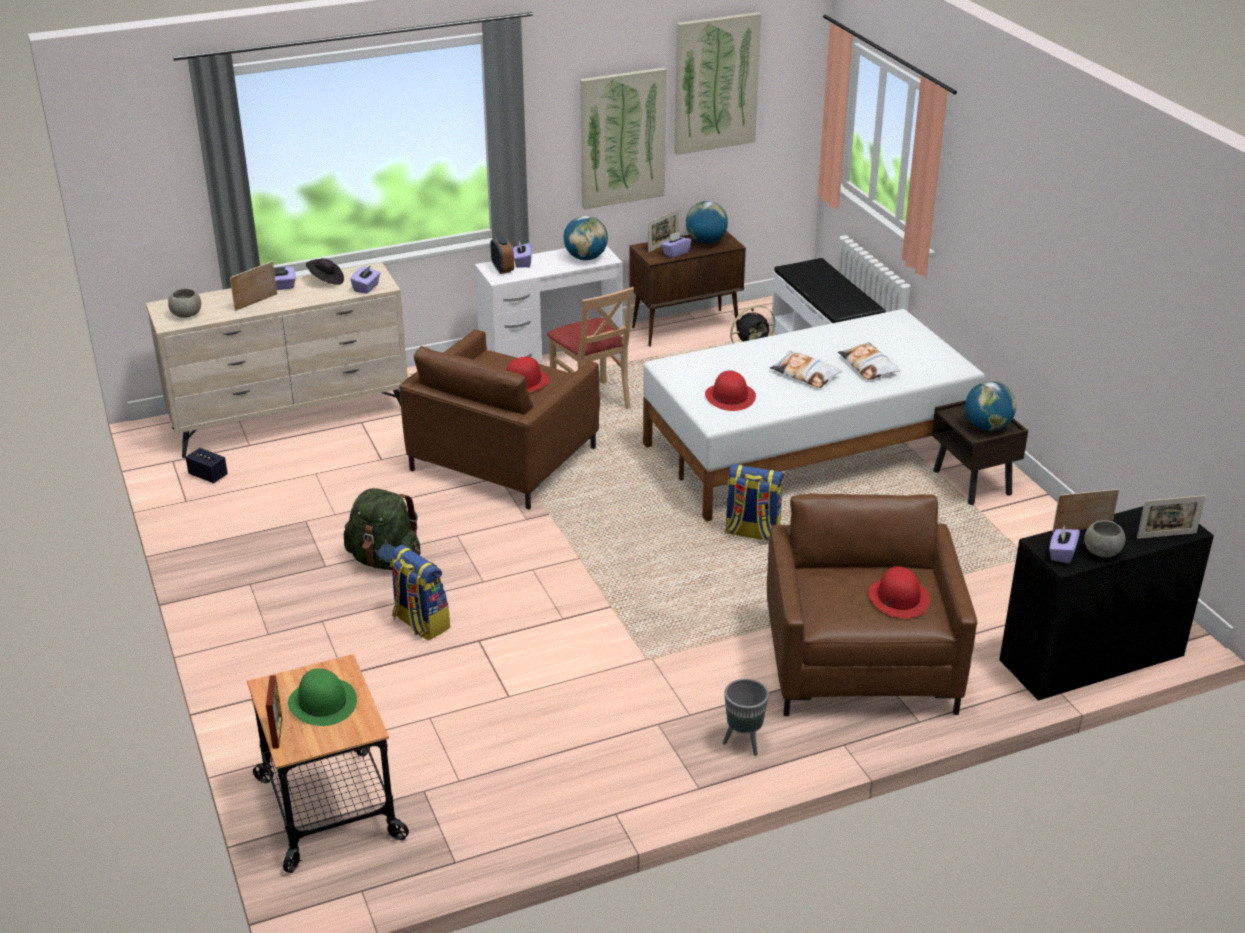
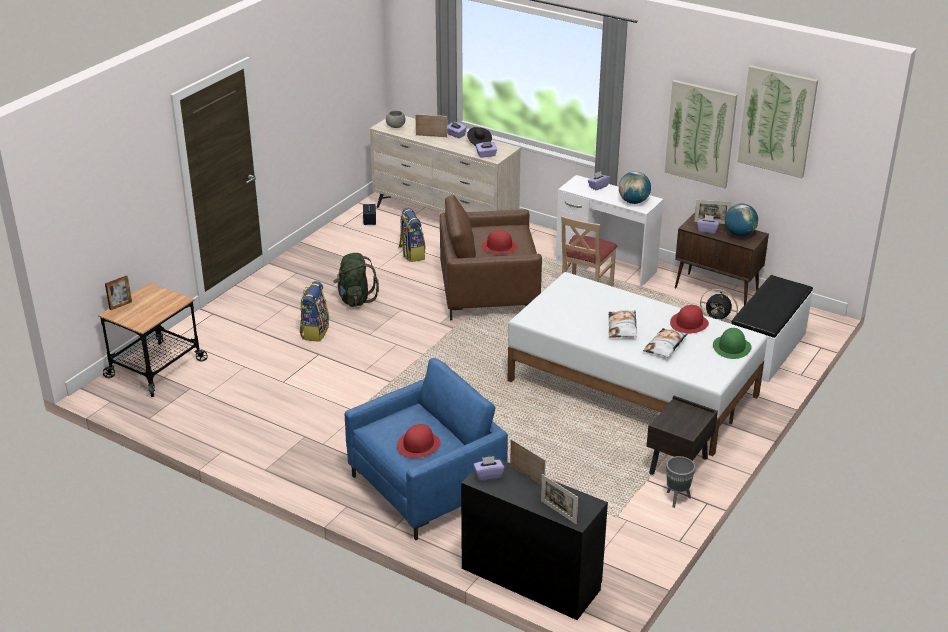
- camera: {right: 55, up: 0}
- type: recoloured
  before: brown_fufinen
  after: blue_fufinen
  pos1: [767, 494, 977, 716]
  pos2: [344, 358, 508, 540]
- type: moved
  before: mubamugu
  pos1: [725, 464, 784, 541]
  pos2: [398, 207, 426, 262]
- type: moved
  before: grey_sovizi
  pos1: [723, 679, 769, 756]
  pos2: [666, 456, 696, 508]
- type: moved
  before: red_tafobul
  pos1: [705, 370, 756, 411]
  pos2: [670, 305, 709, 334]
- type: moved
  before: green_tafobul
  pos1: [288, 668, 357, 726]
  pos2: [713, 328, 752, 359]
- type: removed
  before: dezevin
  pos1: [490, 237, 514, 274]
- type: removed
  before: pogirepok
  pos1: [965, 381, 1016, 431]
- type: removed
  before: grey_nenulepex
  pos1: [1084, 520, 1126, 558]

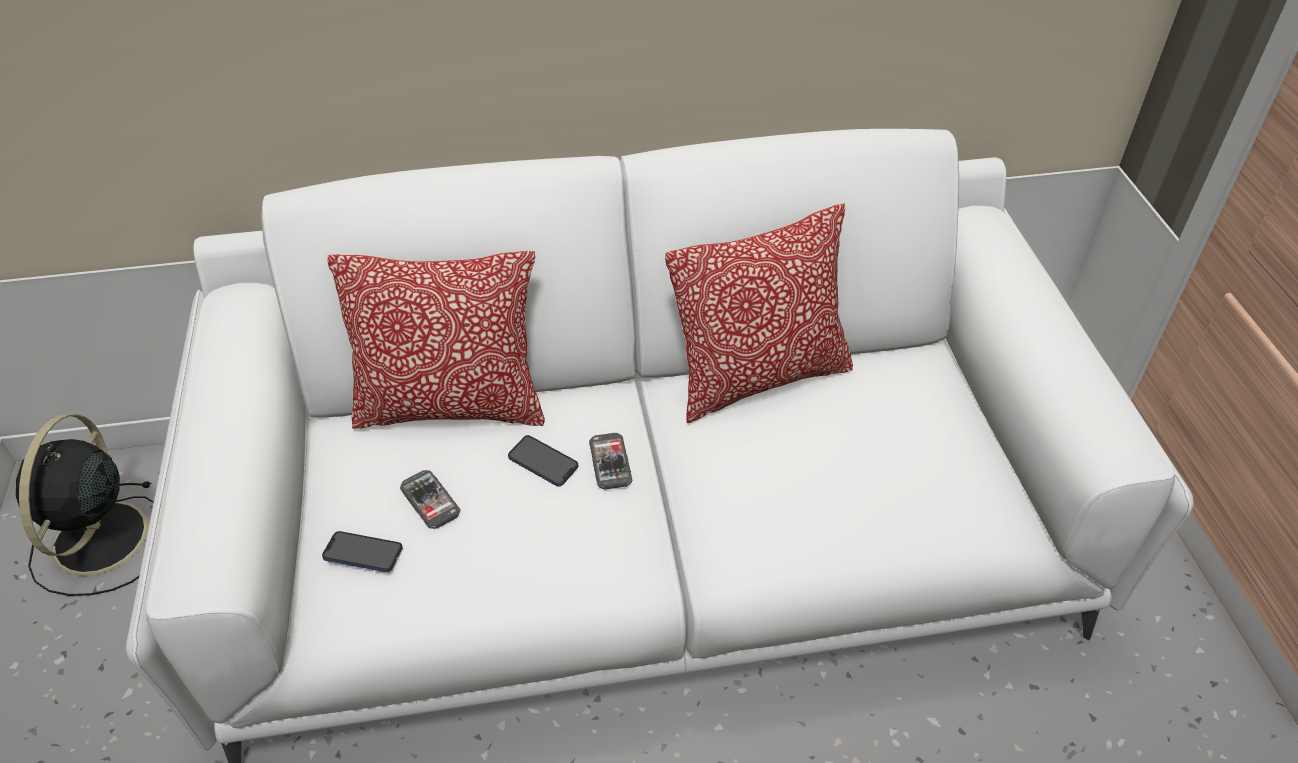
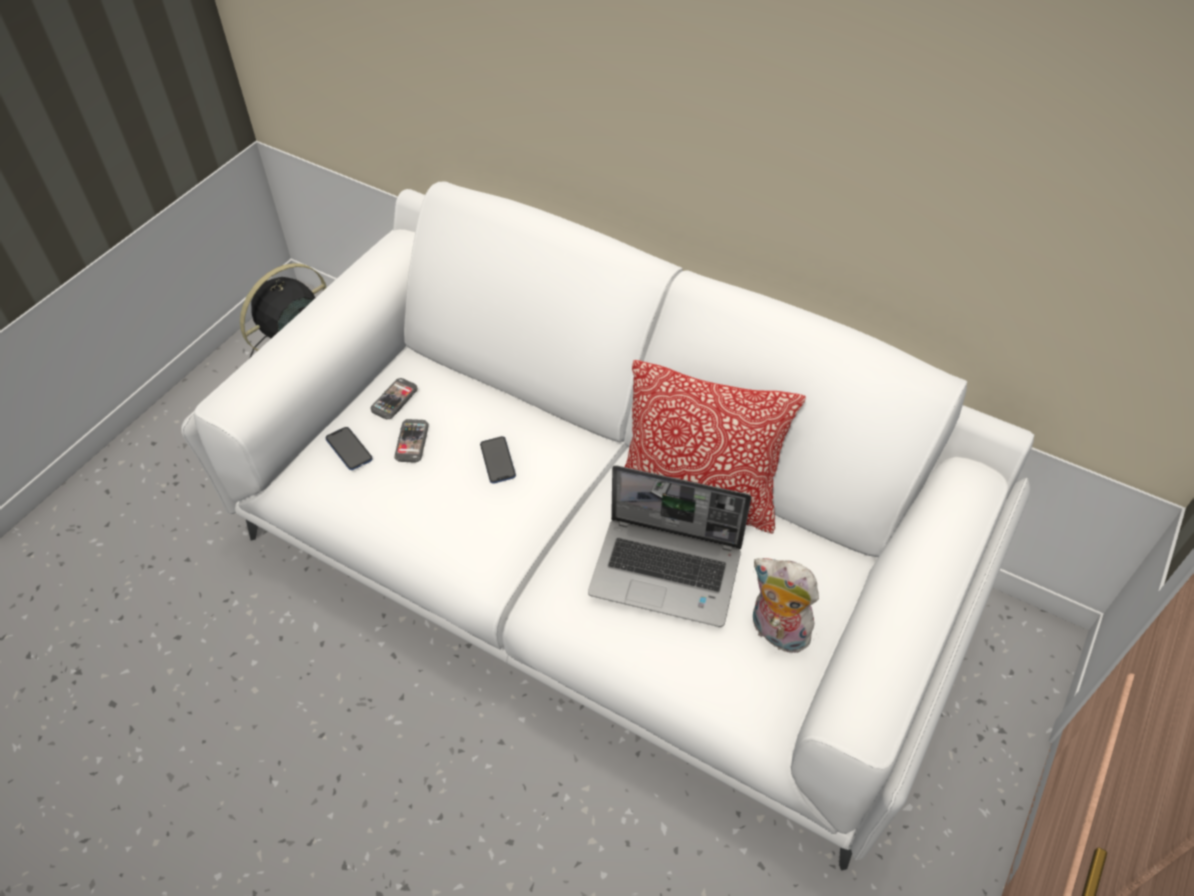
- camera: {right: 40, up: 5}
- type: moved
  before: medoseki
  pos1: [589, 433, 632, 490]
  pos2: [371, 378, 418, 419]
- type: added
  after: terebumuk
  pos2: [588, 465, 751, 627]
- type: added
  after: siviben
  pos2: [753, 558, 819, 653]
- type: removed
  before: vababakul
  pos1: [328, 251, 545, 429]

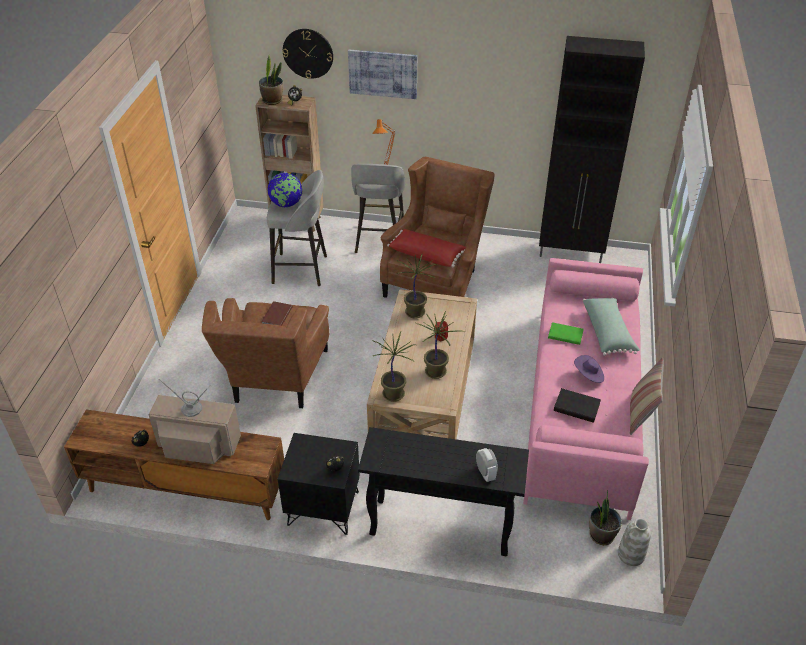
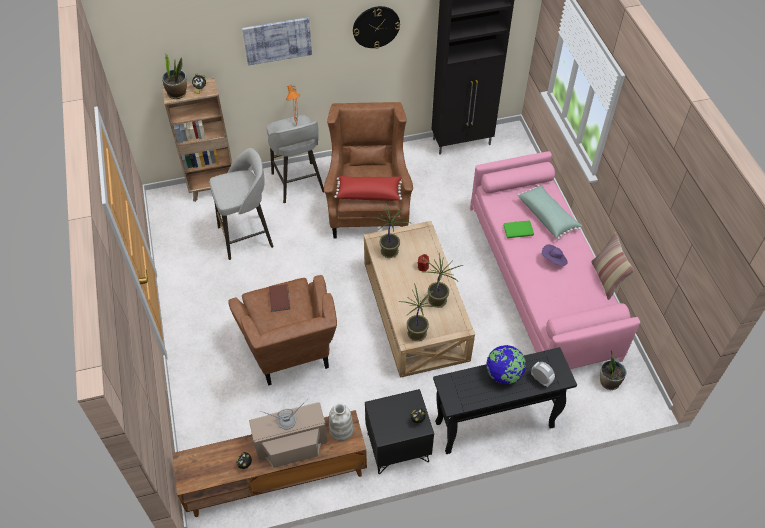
- camera: {right: -25, up: 10}
- type: moved
  before: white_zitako
  pos1: [618, 518, 651, 566]
  pos2: [329, 403, 353, 441]
- type: moved
  before: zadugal
  pos1: [282, 29, 333, 79]
  pos2: [353, 6, 400, 49]
- type: moved
  before: pogirepok
  pos1: [268, 173, 302, 207]
  pos2: [487, 345, 526, 384]
- type: removed
  before: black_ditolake
  pos1: [554, 388, 601, 423]

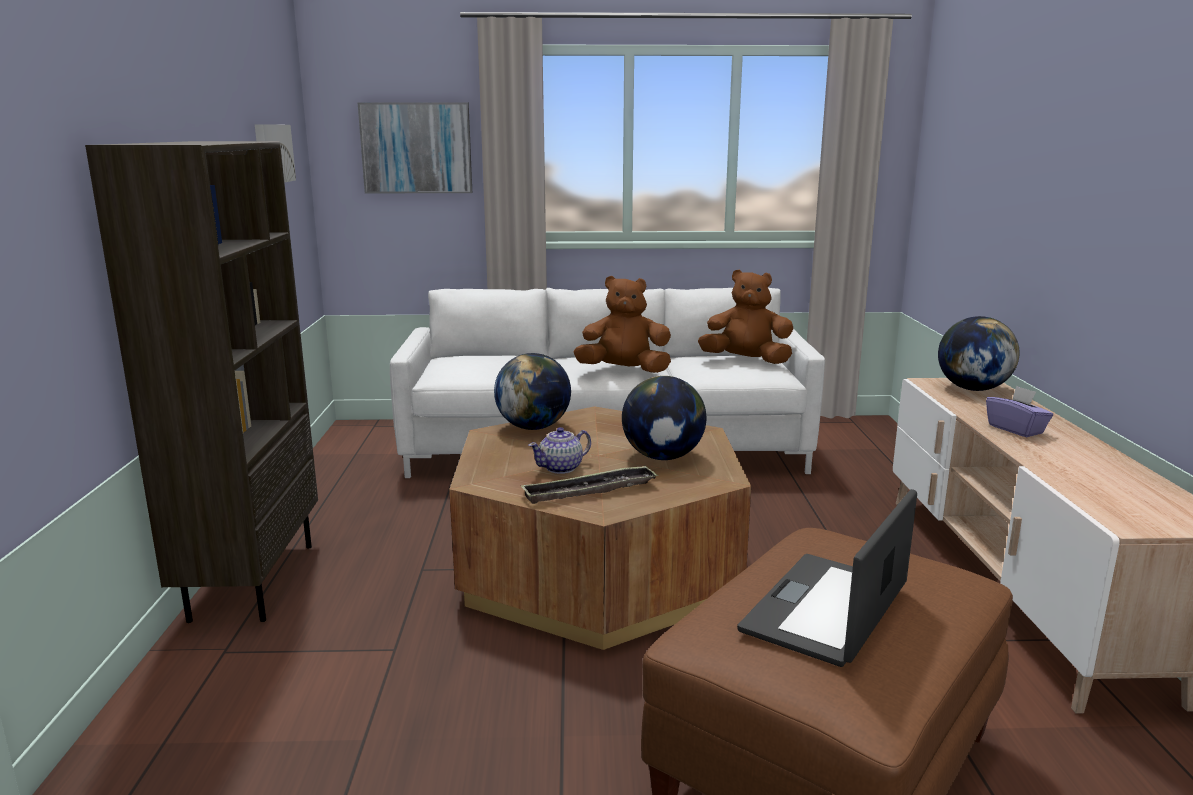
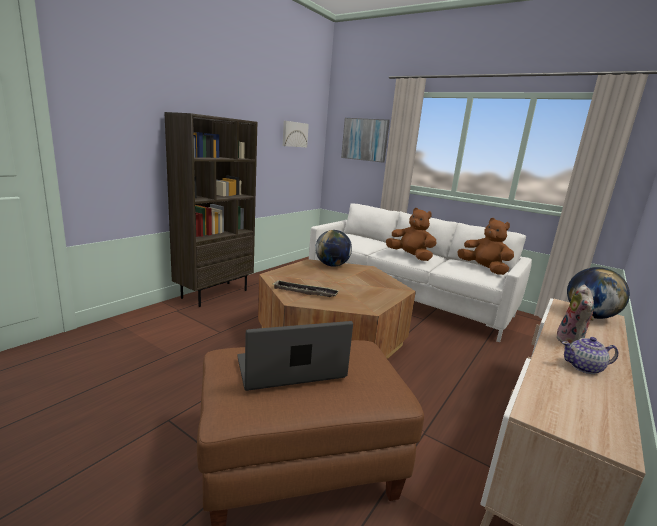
- camera: {right: 35, up: 0}
- type: replaced
  before: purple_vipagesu
  after: siviben
  pos1: [986, 386, 1053, 437]
  pos2: [556, 285, 594, 345]
- type: moved
  before: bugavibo
  pos1: [528, 427, 591, 474]
  pos2: [562, 337, 618, 374]
- type: removed
  before: pogirepok
  pos1: [622, 376, 706, 460]

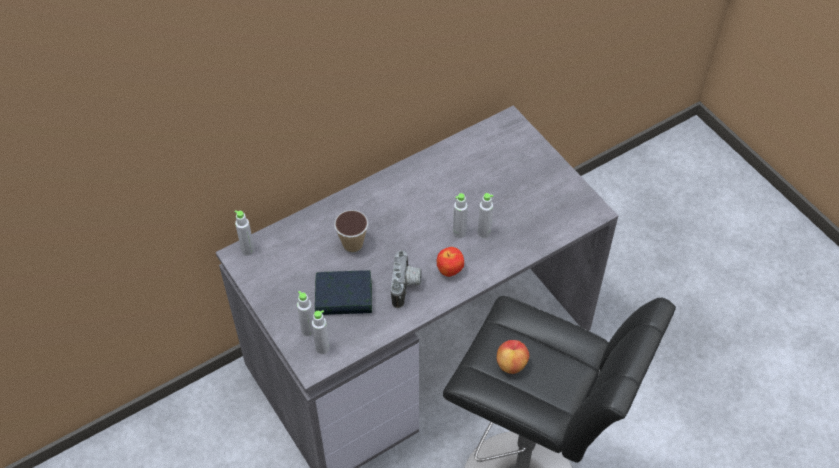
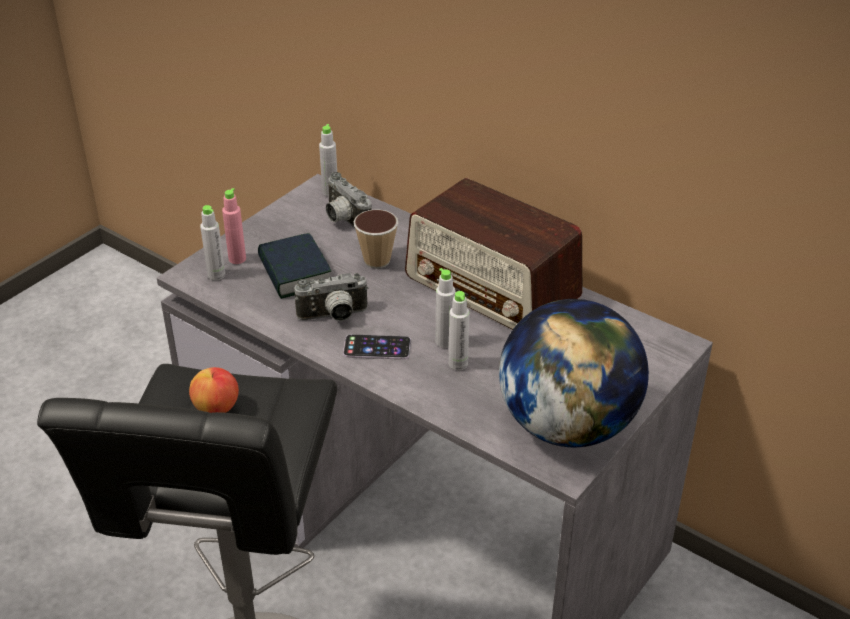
- camera: {right: 70, up: -15}
- type: recoloured
  before: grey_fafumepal
  after: pink_fafumepal
  pos1: [297, 291, 313, 336]
  pos2: [222, 188, 246, 264]
- type: added
  after: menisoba
  pos2: [326, 172, 372, 228]
- type: replaced
  before: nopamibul
  after: medoseki
  pos1: [437, 247, 464, 277]
  pos2: [343, 334, 411, 359]
- type: added
  after: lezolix
  pos2: [405, 178, 582, 330]
- type: added
  after: pogirepok
  pos2: [499, 299, 649, 447]

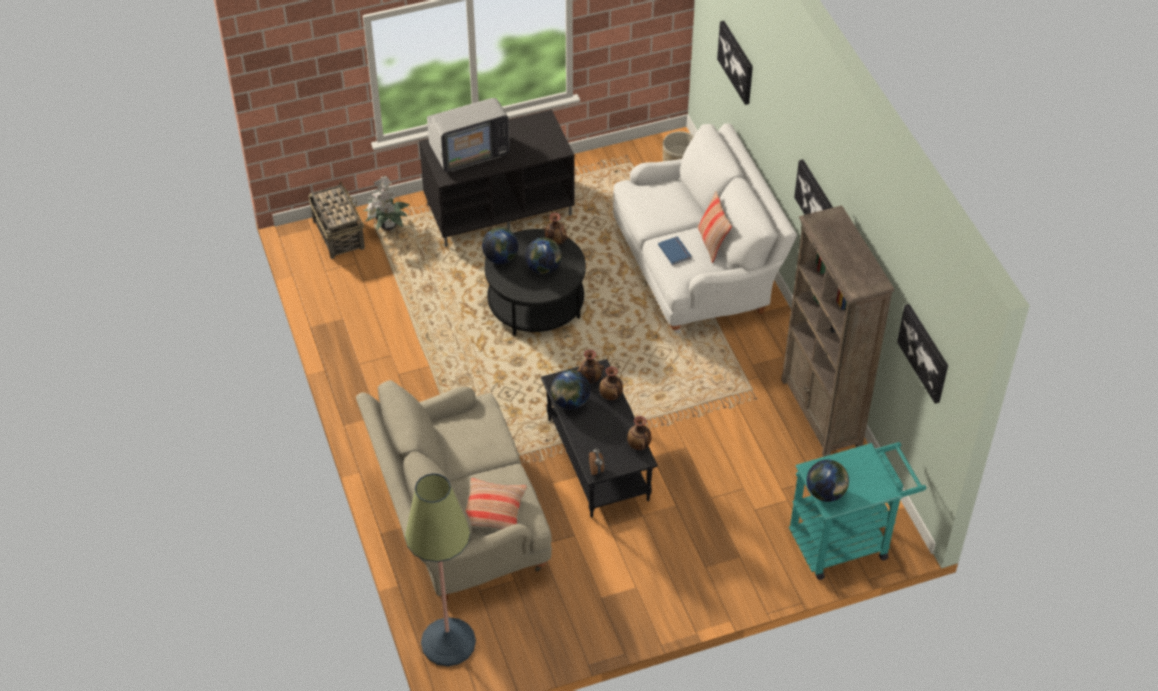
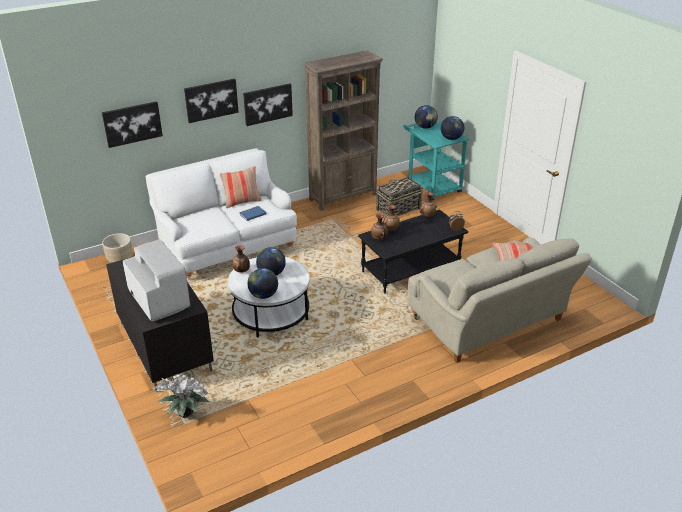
- camera: {right: -100, up: -15}
- type: moved
  before: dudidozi
  pos1: [897, 304, 948, 404]
  pos2: [184, 79, 239, 123]
- type: recoloured
  before: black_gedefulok
  after: white_gedefulok
  pos1: [484, 229, 586, 335]
  pos2: [228, 257, 310, 337]
- type: moved
  before: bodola
  pos1: [308, 181, 365, 259]
  pos2: [376, 175, 423, 216]
- type: moved
  before: pogirepok
  pos1: [551, 370, 590, 409]
  pos2: [415, 105, 438, 129]
- type: removed
  before: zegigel
  pos1: [405, 473, 476, 666]

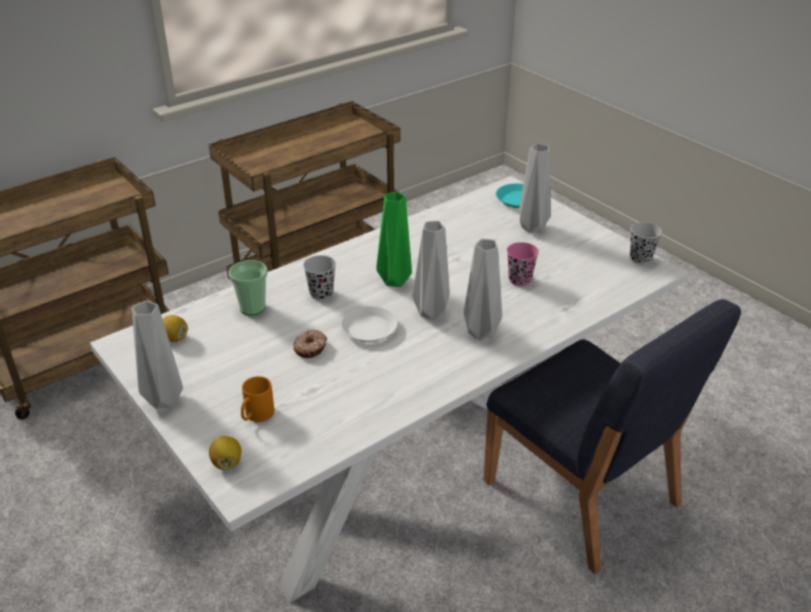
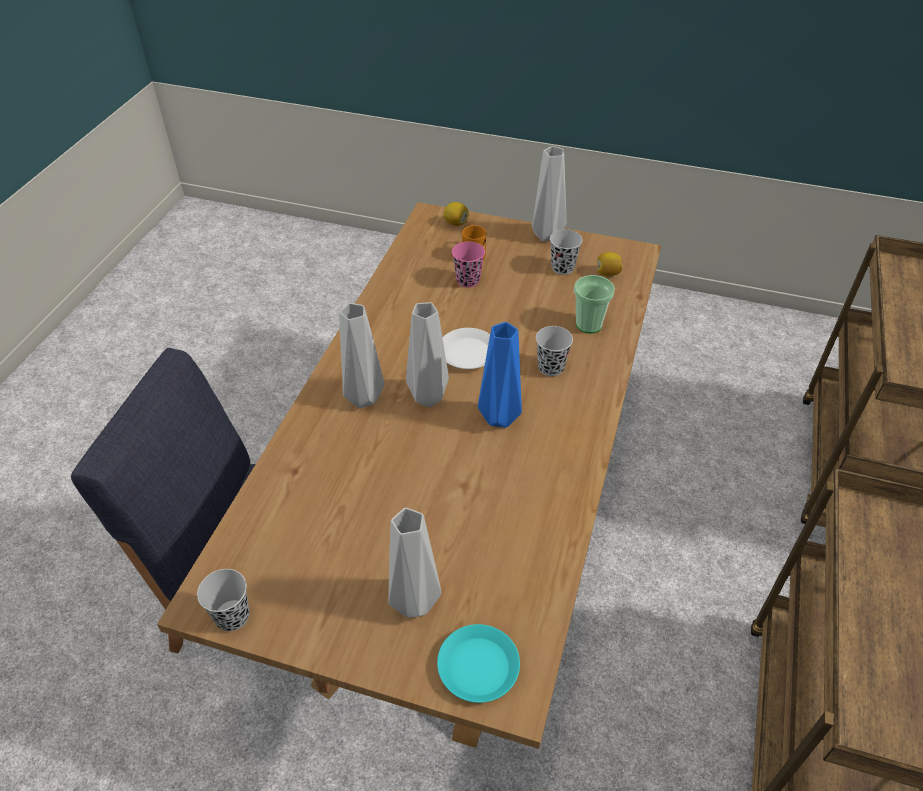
- camera: {right: 145, up: 10}
- type: recoloured
  before: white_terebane
  after: brown_terebane
  pos1: [90, 176, 689, 603]
  pos2: [157, 202, 661, 749]
- type: moved
  before: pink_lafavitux
  pos1: [507, 242, 539, 286]
  pos2: [452, 242, 485, 288]
- type: recoloured
  before: green_zitako
  after: blue_zitako
  pos1: [376, 192, 412, 287]
  pos2: [478, 322, 522, 428]
- type: added
  after: black_lafavitux
  pos2: [550, 229, 583, 275]
- type: removed
  before: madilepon
  pos1: [293, 330, 327, 358]

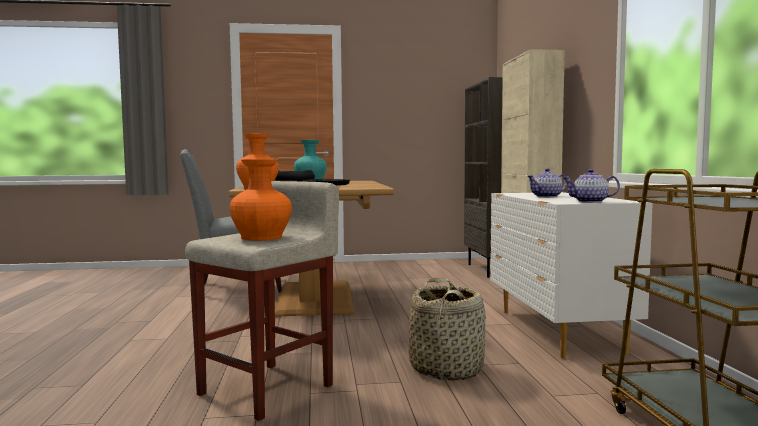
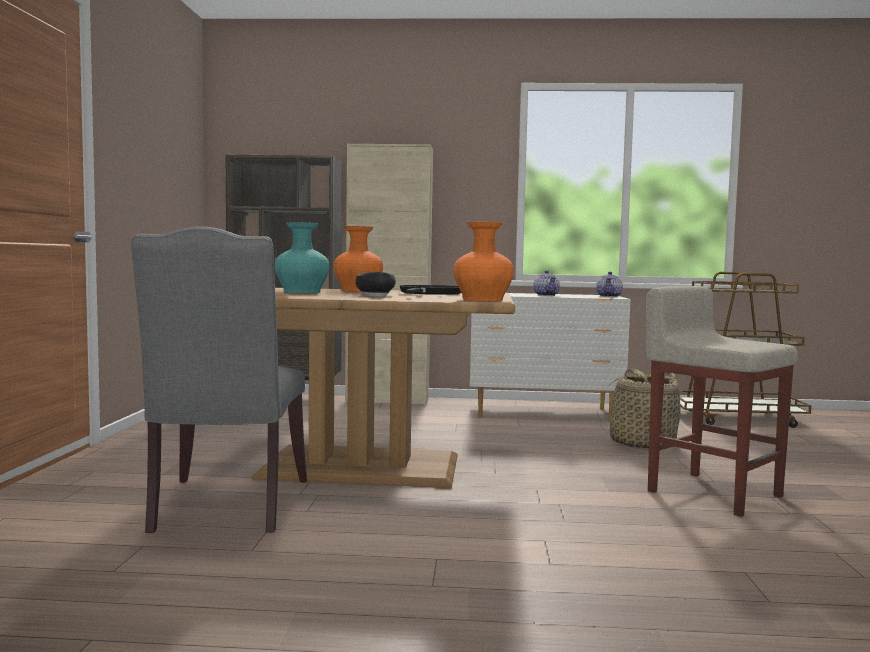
- camera: {right: -80, up: 0}
- type: moved
  before: orange_zitako
  pos1: [230, 159, 292, 241]
  pos2: [334, 226, 383, 292]

